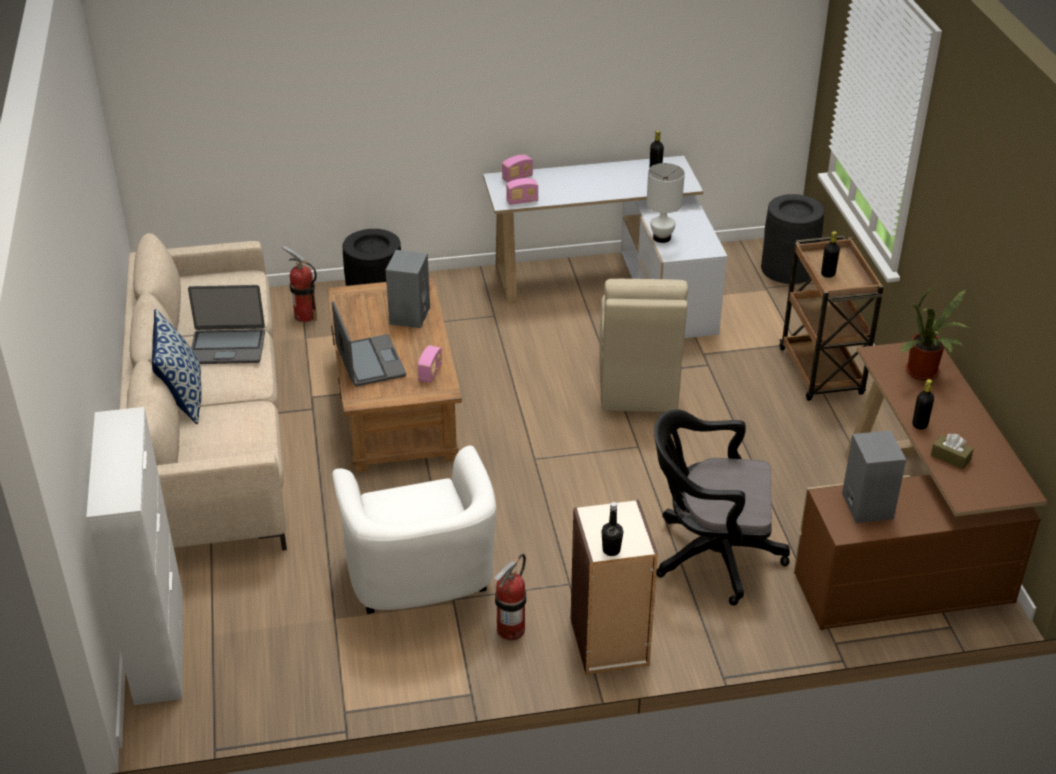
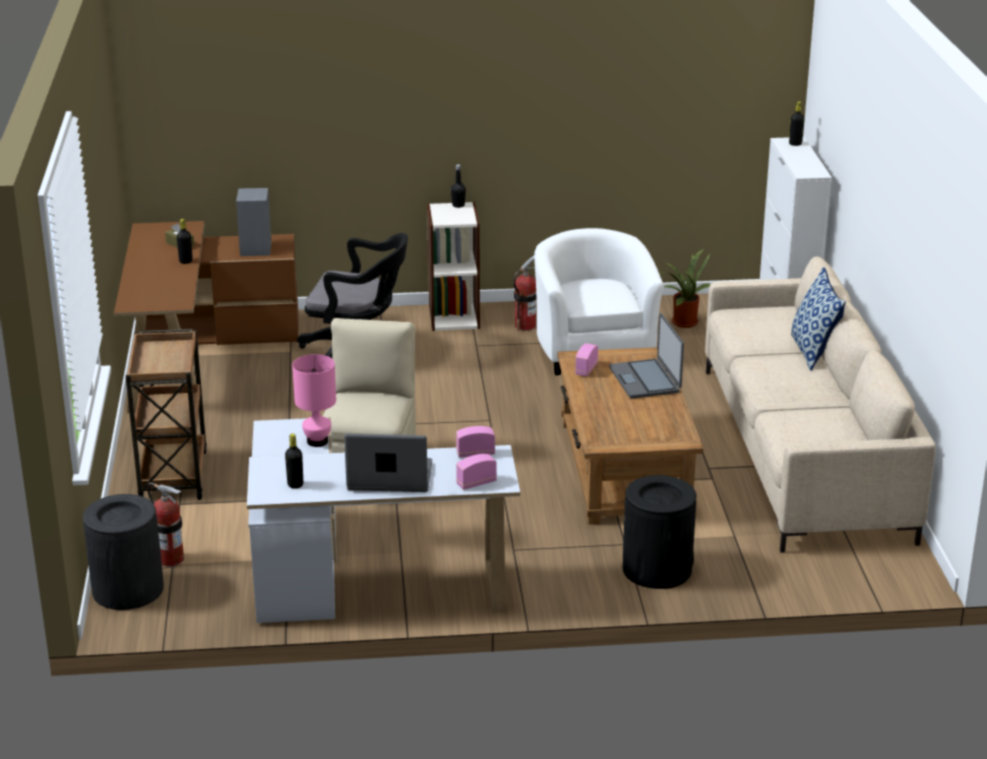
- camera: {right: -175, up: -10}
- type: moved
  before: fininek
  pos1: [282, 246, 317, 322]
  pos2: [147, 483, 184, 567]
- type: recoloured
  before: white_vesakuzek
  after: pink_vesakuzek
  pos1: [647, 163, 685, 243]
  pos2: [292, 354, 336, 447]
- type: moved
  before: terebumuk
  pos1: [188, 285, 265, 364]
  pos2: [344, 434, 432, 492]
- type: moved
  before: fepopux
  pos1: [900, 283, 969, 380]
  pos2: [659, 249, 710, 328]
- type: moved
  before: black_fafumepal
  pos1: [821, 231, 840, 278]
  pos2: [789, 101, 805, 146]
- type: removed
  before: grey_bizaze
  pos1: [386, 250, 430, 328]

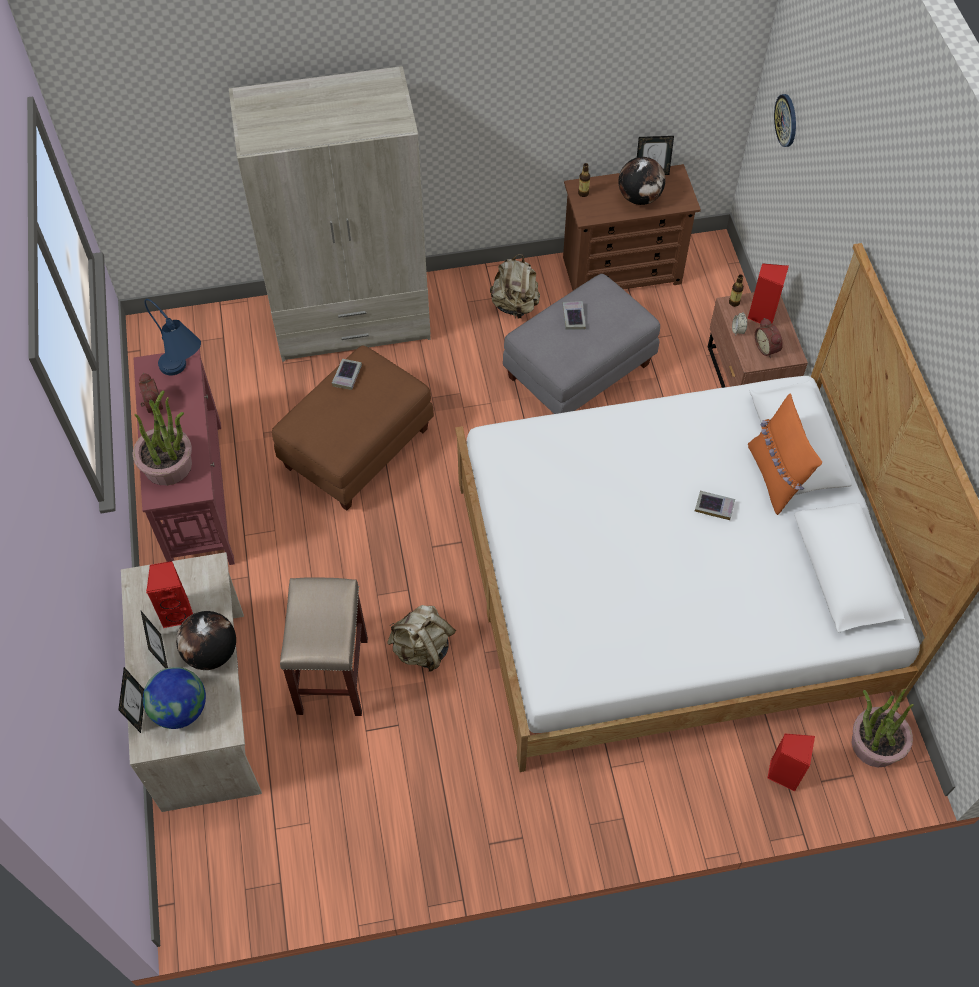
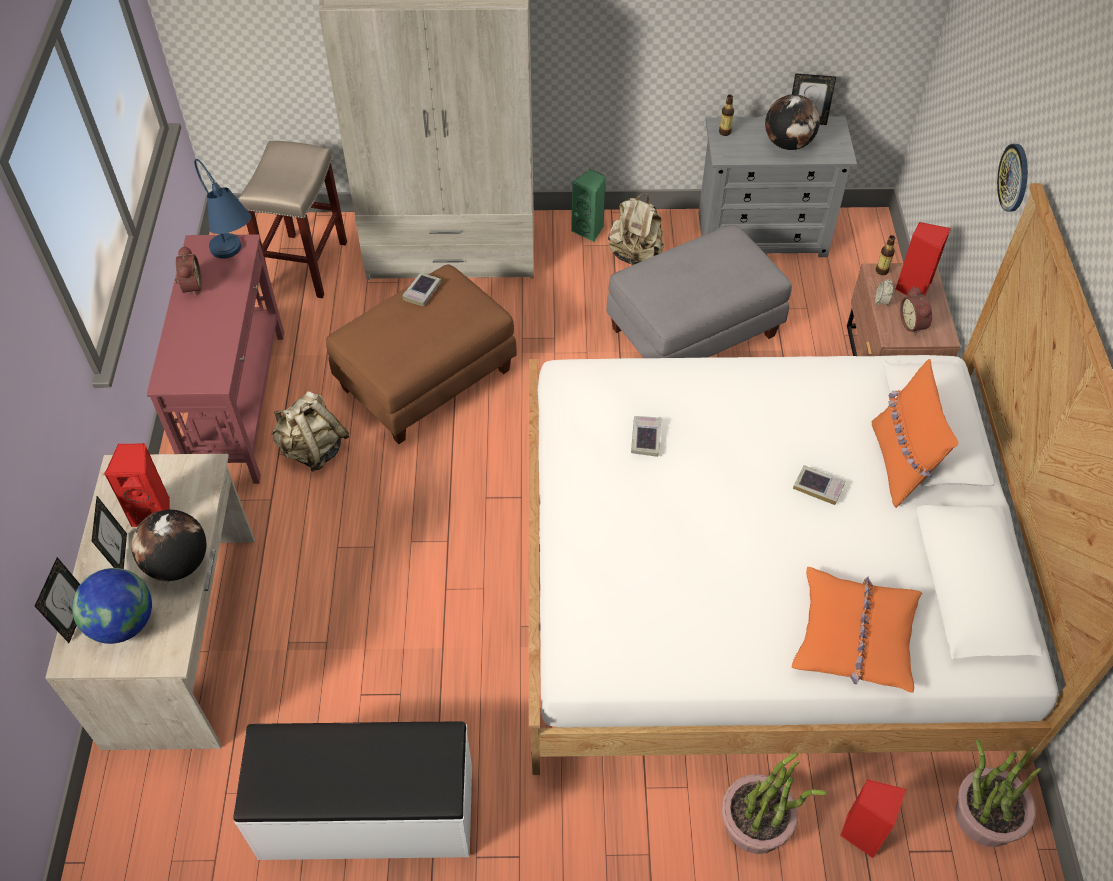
- camera: {right: 10, up: -5}
- type: added
  after: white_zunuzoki
  pos2: [233, 721, 472, 860]
- type: moved
  before: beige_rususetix
  pos1: [280, 577, 368, 716]
  pos2: [239, 141, 347, 298]
- type: moved
  before: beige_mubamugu
  pos1: [387, 605, 456, 672]
  pos2: [272, 391, 349, 472]
- type: added
  after: green_bizaze
  pos2: [571, 169, 606, 242]
- type: moved
  before: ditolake
  pos1: [562, 301, 586, 330]
  pos2: [631, 416, 661, 457]
- type: recoloured
  before: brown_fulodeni
  after: grey_fulodeni
  pos1: [563, 164, 701, 291]
  pos2: [699, 116, 857, 257]
- type: moved
  before: fepopux
  pos1: [133, 390, 192, 485]
  pos2: [722, 753, 827, 854]
- type: added
  after: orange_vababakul
  pos2: [792, 567, 922, 693]
- type: moved
  before: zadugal
  pos1: [774, 94, 796, 147]
  pos2: [997, 144, 1028, 212]

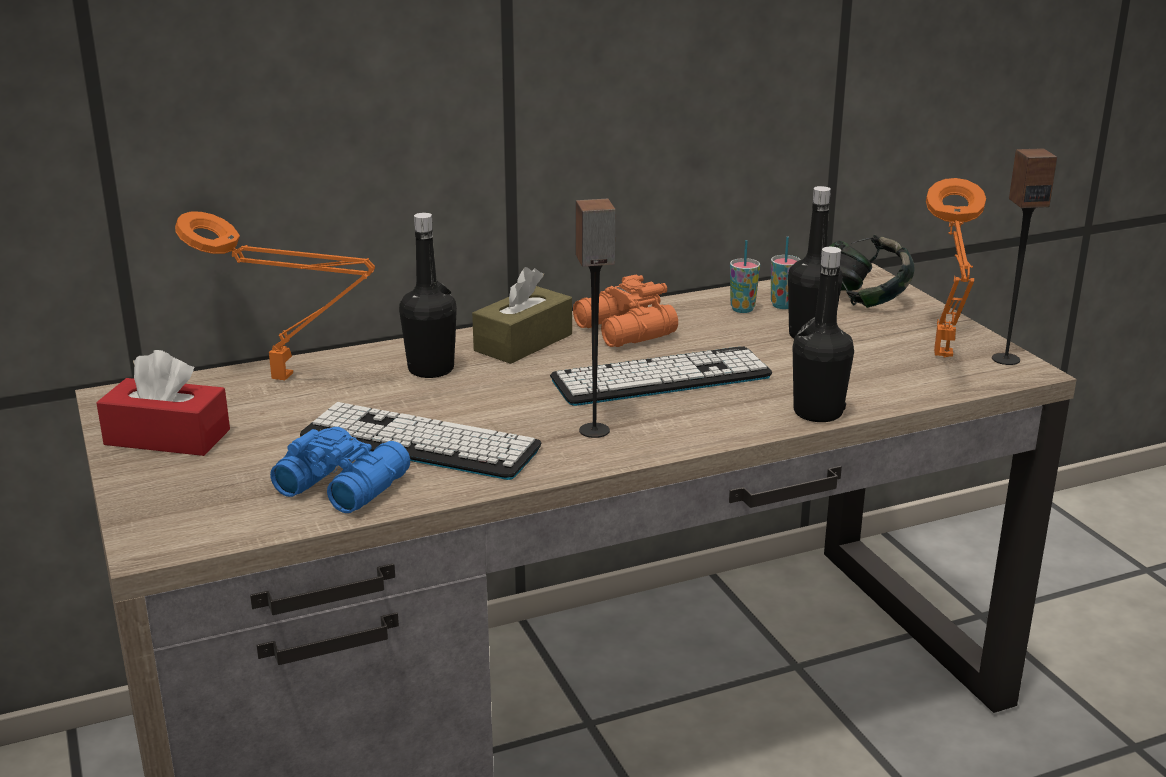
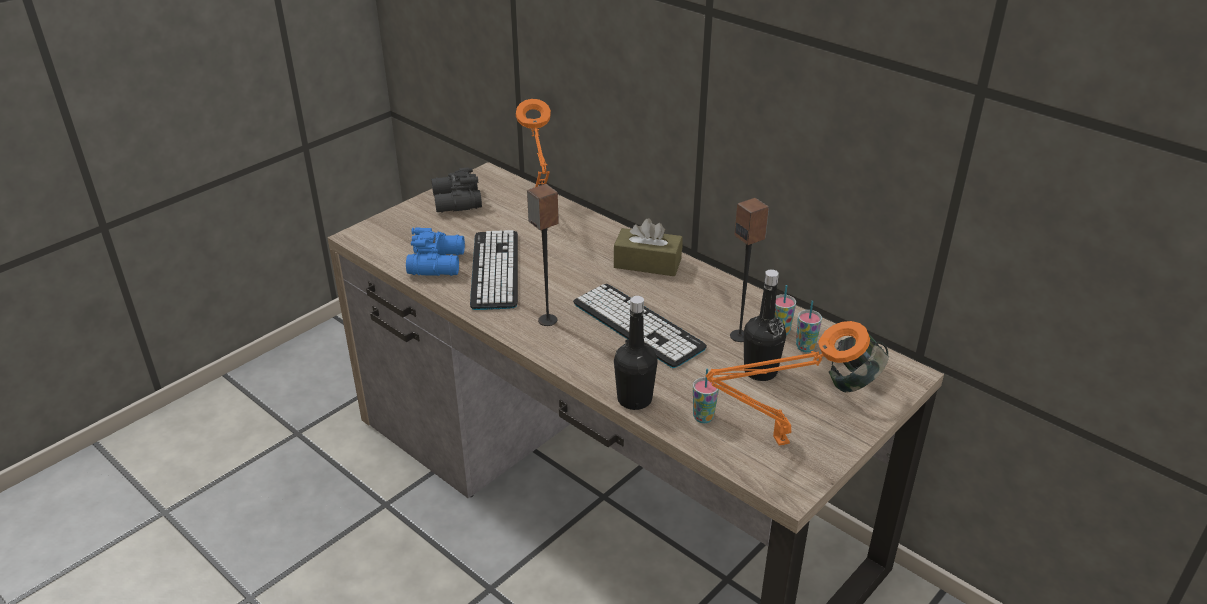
- camera: {right: 65, up: 10}
- type: replaced
  before: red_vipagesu
  after: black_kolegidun
  pos1: [96, 350, 230, 456]
  pos2: [431, 168, 482, 213]
- type: added
  after: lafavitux
  pos2: [693, 369, 719, 423]
- type: moved
  before: bizaze
  pos1: [992, 148, 1057, 365]
  pos2: [730, 198, 769, 342]
- type: removed
  before: black_fafumepal
  pos1: [399, 213, 457, 378]
- type: removed
  before: orange_kolegidun
  pos1: [573, 275, 678, 347]

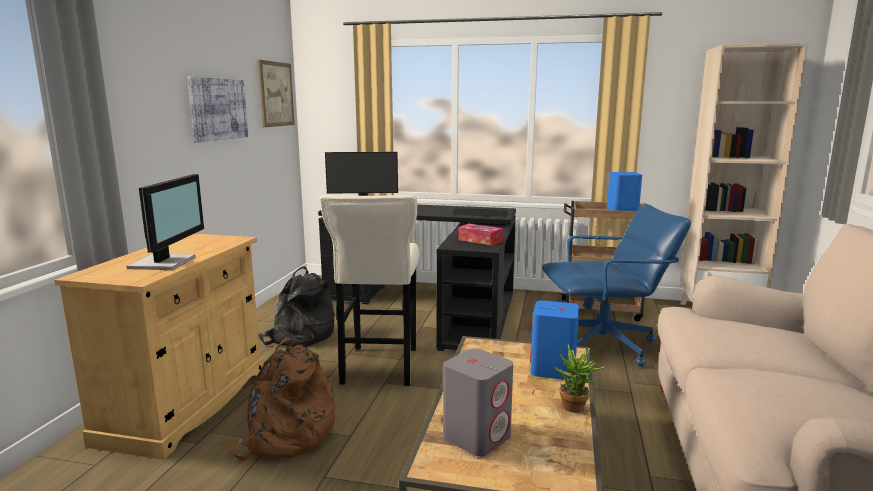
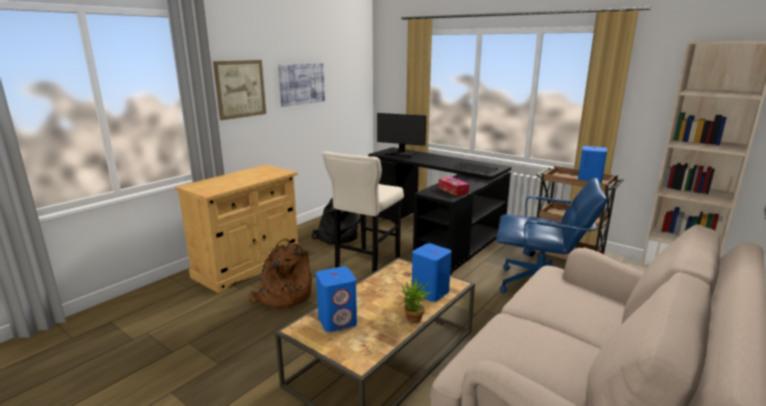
- camera: {right: 25, up: 5}
- type: moved
  before: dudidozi
  pos1: [258, 60, 294, 127]
  pos2: [213, 60, 266, 120]
- type: recoloured
  before: grey_bizaze
  after: blue_bizaze
  pos1: [443, 348, 513, 457]
  pos2: [316, 266, 357, 332]
- type: removed
  before: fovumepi
  pos1: [127, 174, 204, 270]

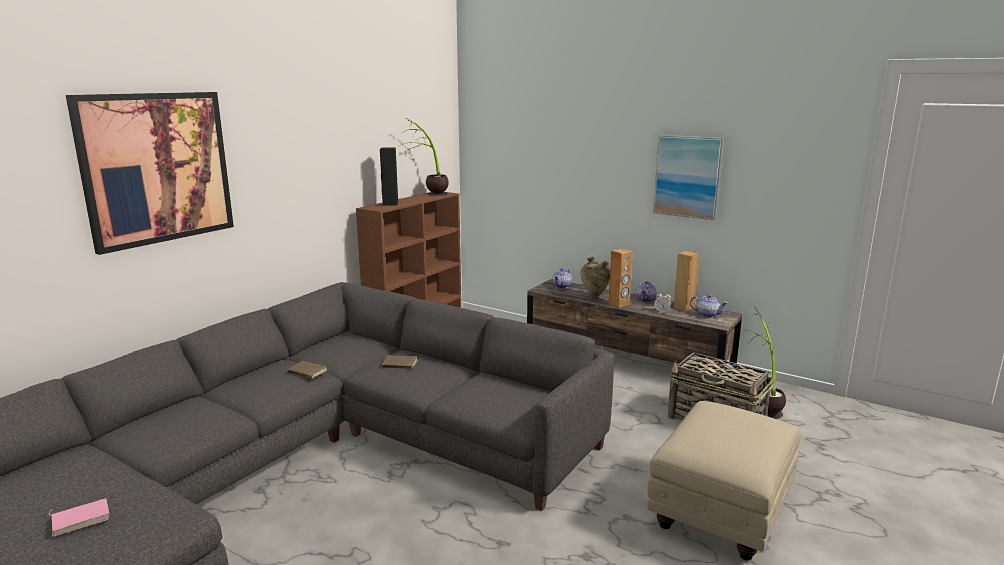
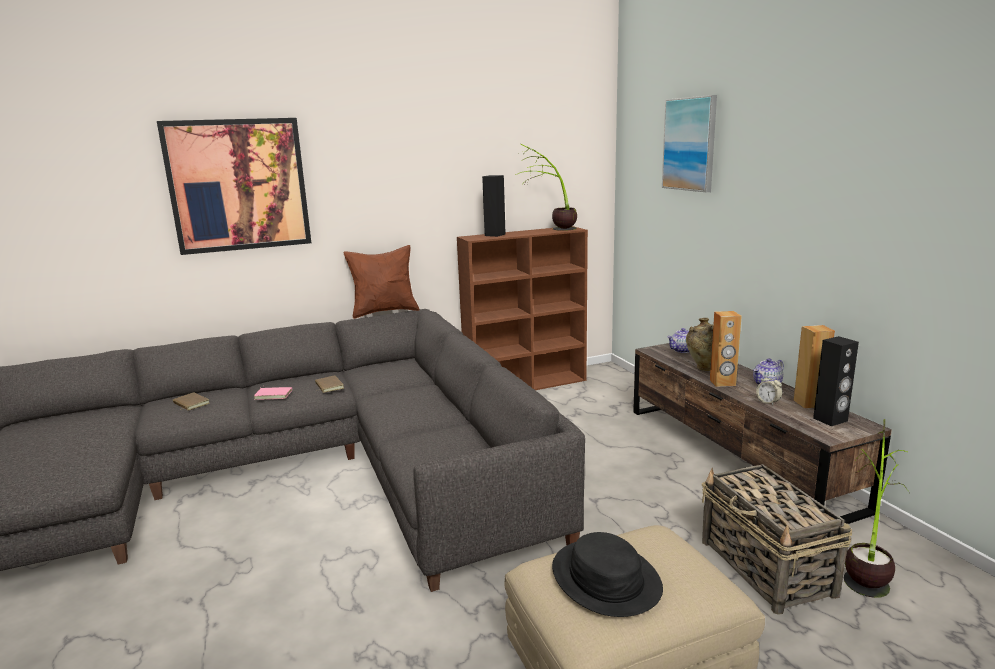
- camera: {right: 35, up: 0}
- type: moved
  before: brown_ditolake
  pos1: [382, 355, 418, 369]
  pos2: [173, 392, 209, 411]
- type: moved
  before: pink_ditolake
  pos1: [49, 498, 109, 537]
  pos2: [254, 387, 292, 400]
- type: added
  after: brown_vababakul
  pos2: [344, 245, 420, 319]
- type: added
  after: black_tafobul
  pos2: [552, 532, 663, 617]
- type: moved
  before: dudidozi
  pos1: [653, 135, 724, 220]
  pos2: [662, 95, 717, 192]
- type: replaced
  before: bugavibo
  after: black_bizaze
  pos1: [690, 295, 728, 318]
  pos2: [813, 336, 859, 426]

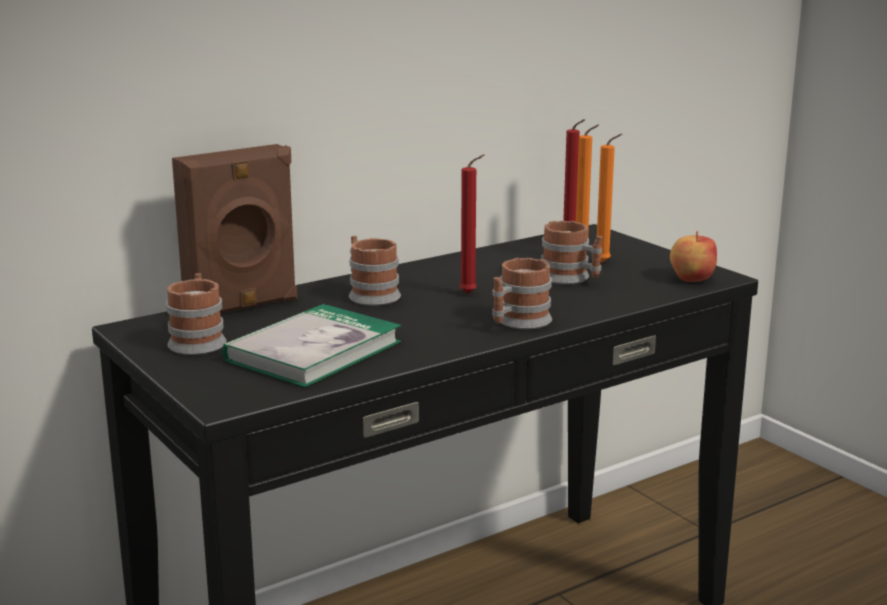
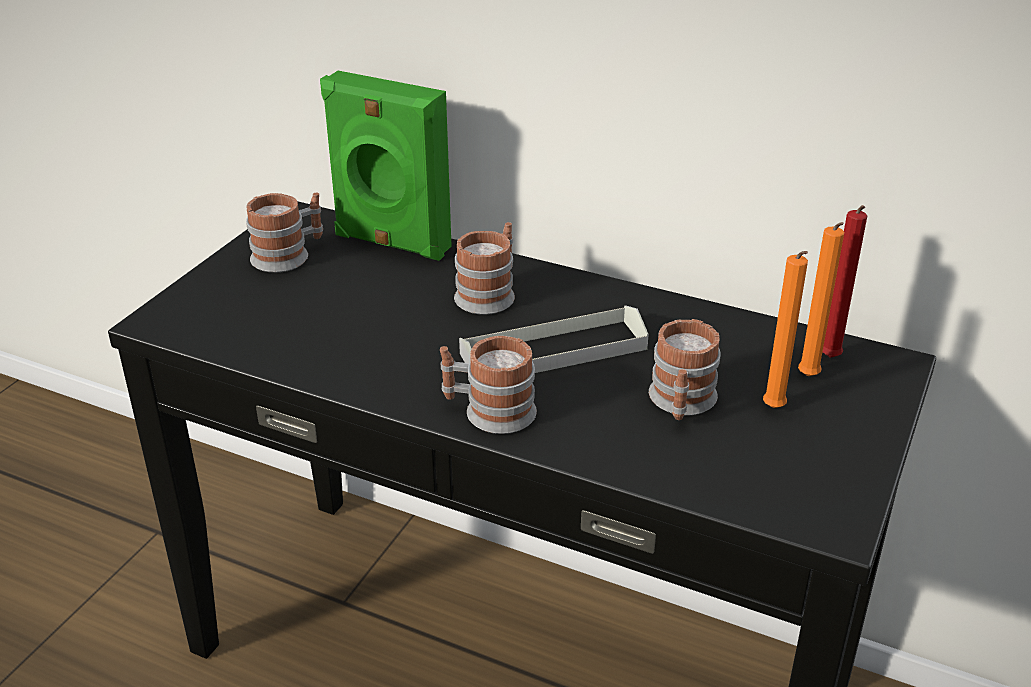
- camera: {right: 60, up: 15}
- type: recoloured
  before: brown_bizaze
  after: green_bizaze
  pos1: [172, 144, 297, 313]
  pos2: [320, 71, 452, 261]
- type: replaced
  before: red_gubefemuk
  after: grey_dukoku
  pos1: [459, 154, 484, 294]
  pos2: [459, 305, 649, 373]
- type: removed
  before: ditolake
  pos1: [222, 304, 401, 387]
- type: removed
  before: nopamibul
  pos1: [670, 231, 717, 282]

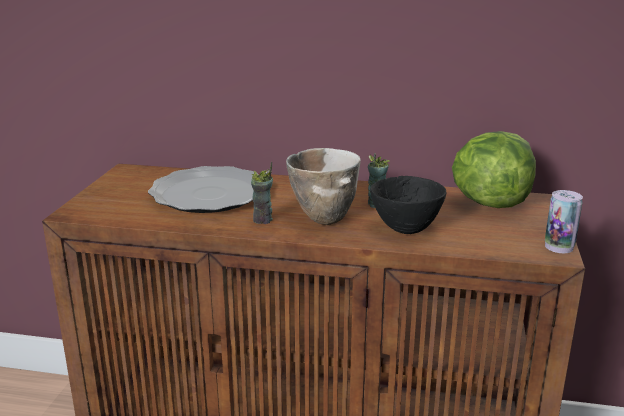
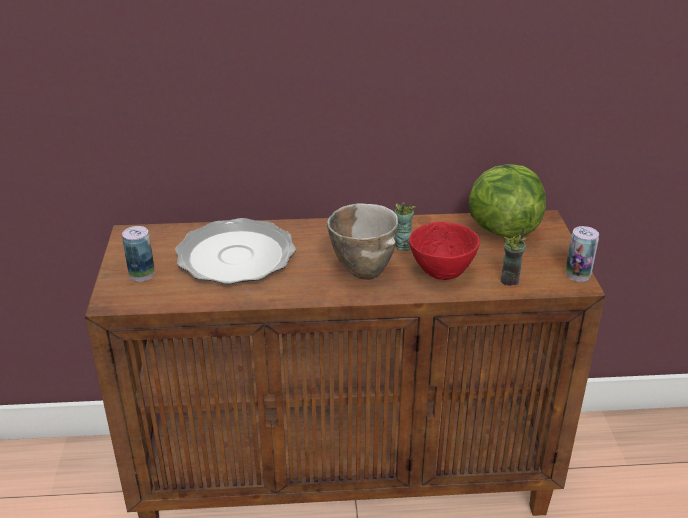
- camera: {right: -15, up: 10}
- type: added
  after: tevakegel
  pos2: [122, 226, 155, 281]
- type: recoloured
  before: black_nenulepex
  after: red_nenulepex
  pos1: [370, 176, 446, 234]
  pos2: [409, 222, 480, 280]
- type: moved
  before: lafavitux
  pos1: [251, 162, 273, 224]
  pos2: [500, 227, 526, 286]

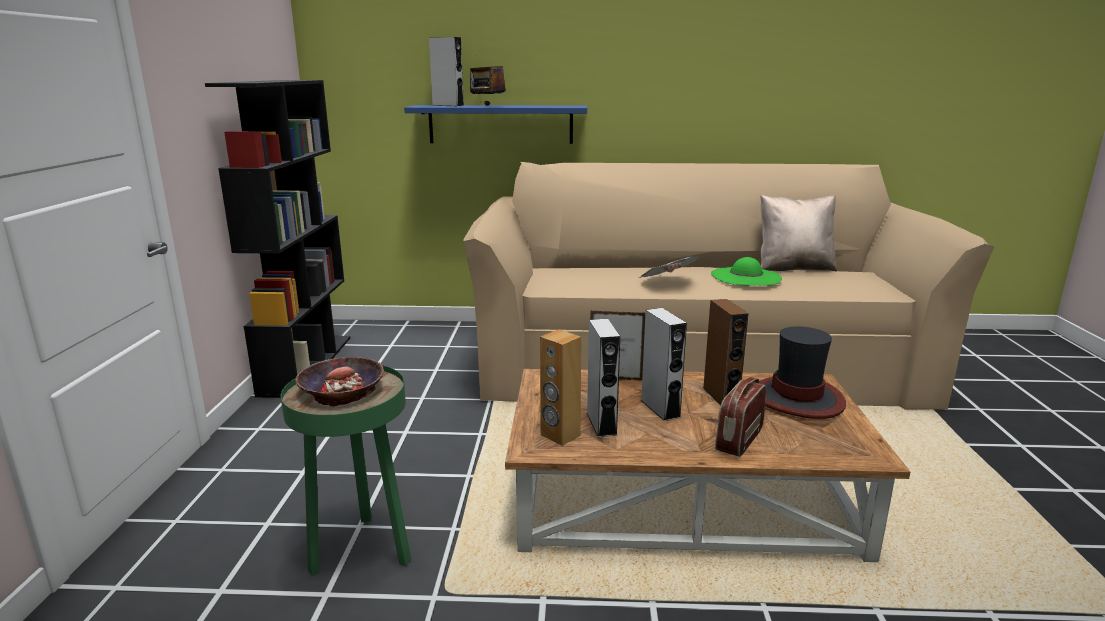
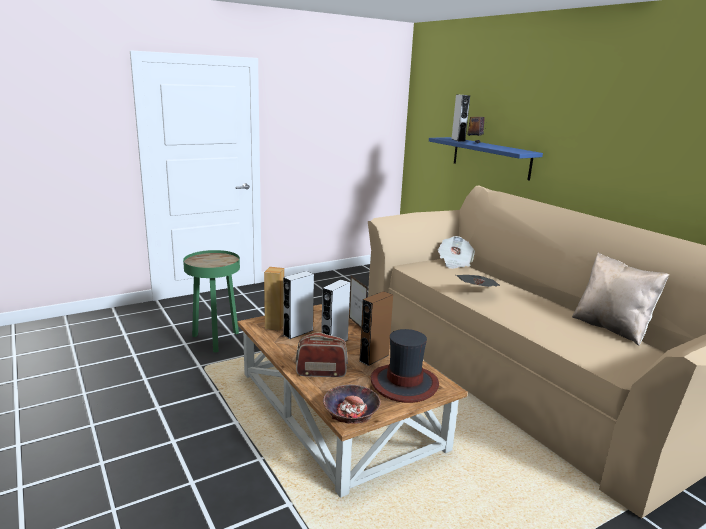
- camera: {right: 55, up: 0}
- type: moved
  before: nenulepex
  pos1: [295, 357, 384, 407]
  pos2: [323, 385, 381, 424]
- type: added
  after: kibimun
  pos2: [438, 236, 475, 269]
- type: removed
  before: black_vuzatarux
  pos1: [205, 80, 350, 398]
- type: removed
  before: green_tafobul
  pos1: [711, 257, 782, 286]

